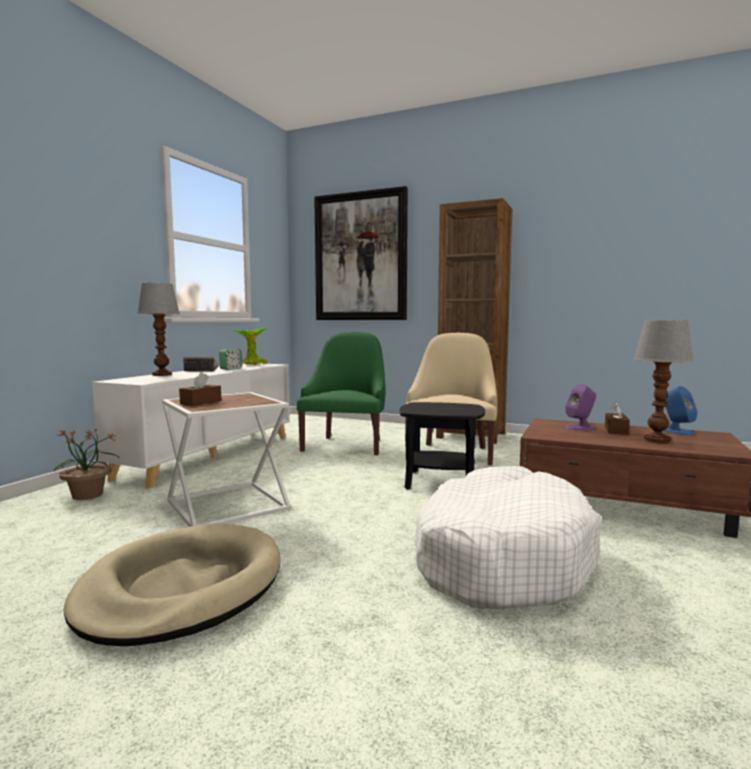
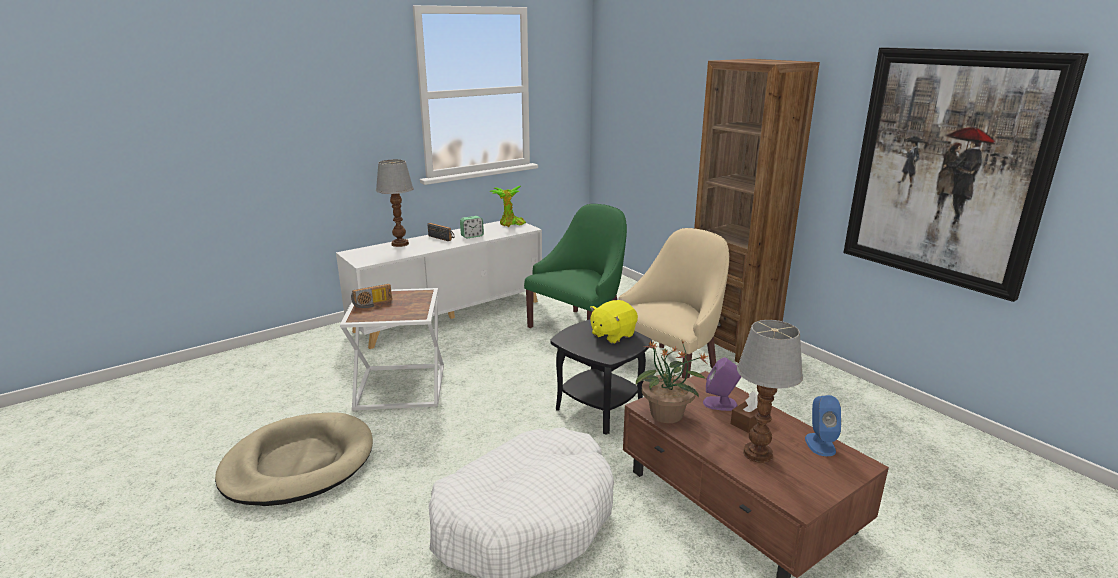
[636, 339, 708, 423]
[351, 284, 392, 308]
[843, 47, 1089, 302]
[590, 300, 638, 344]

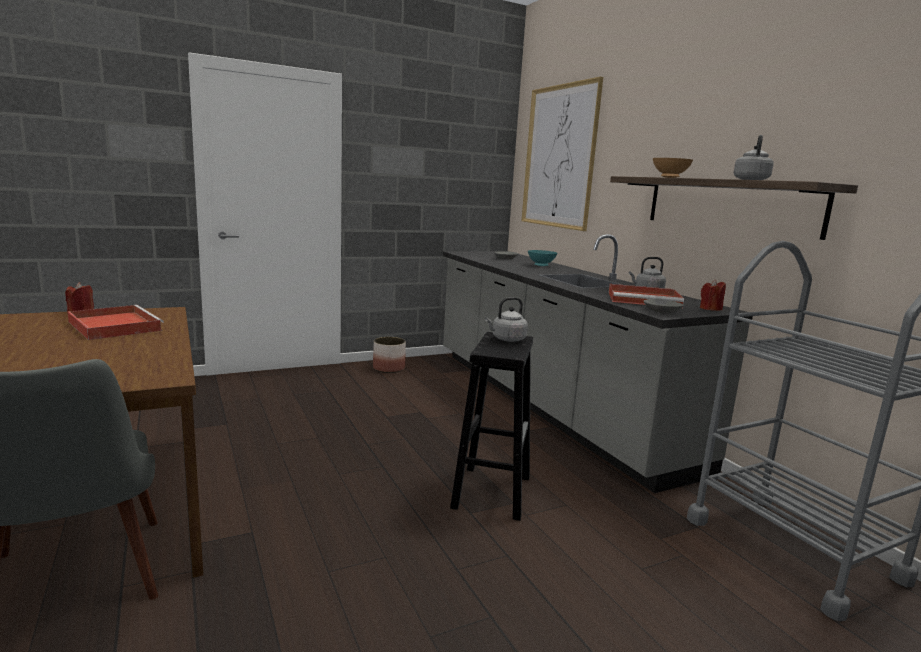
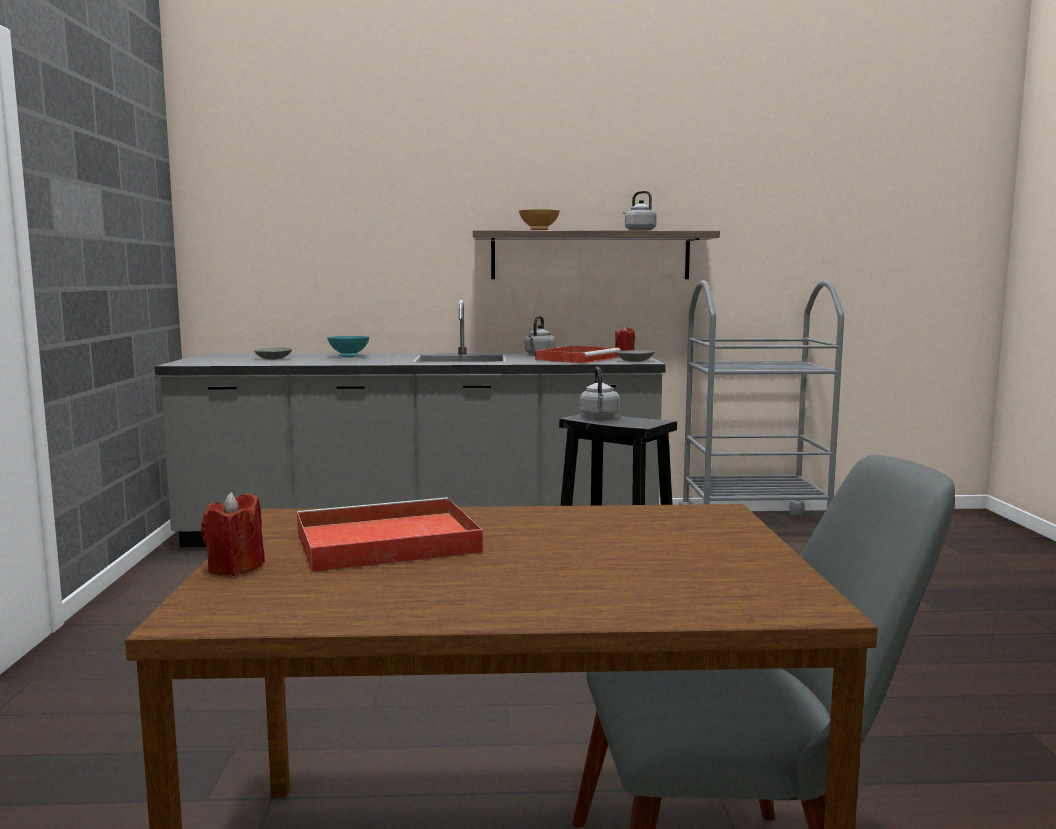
[373, 337, 406, 373] (first image)
[521, 77, 603, 231] (first image)

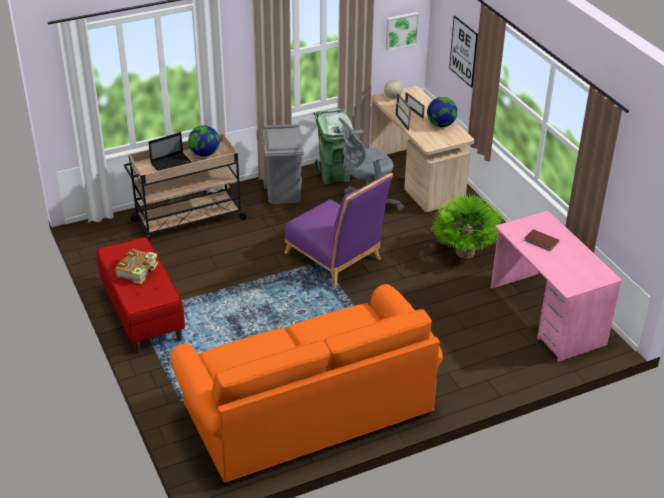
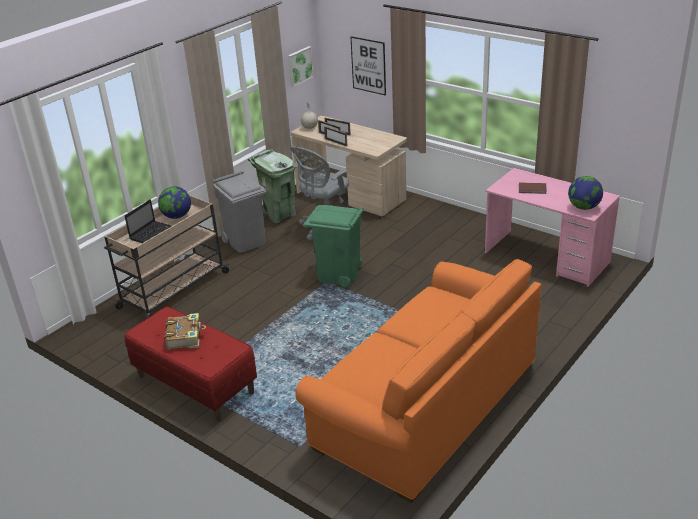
[303, 205, 364, 288]
[568, 176, 603, 210]
[432, 192, 505, 259] (first image)

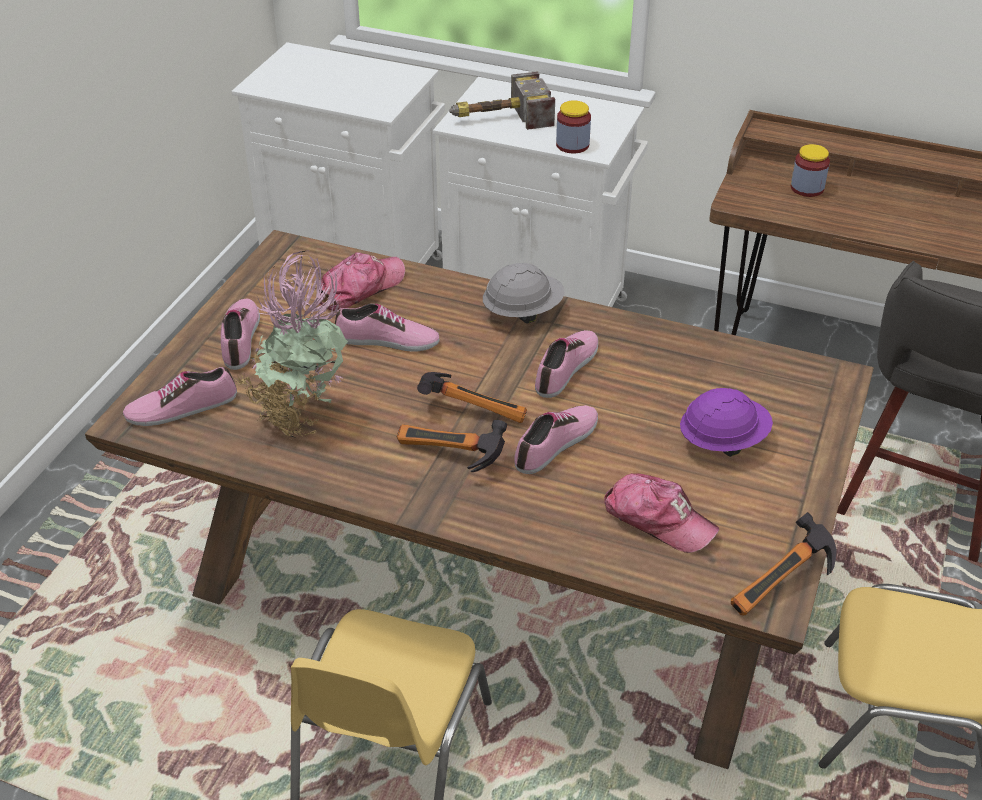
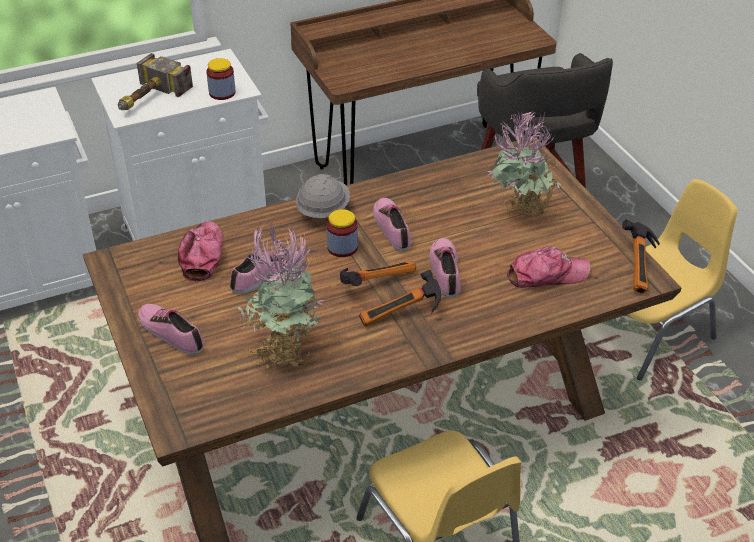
[123, 367, 237, 426] (first image)
[487, 111, 561, 221]
[326, 209, 358, 257]

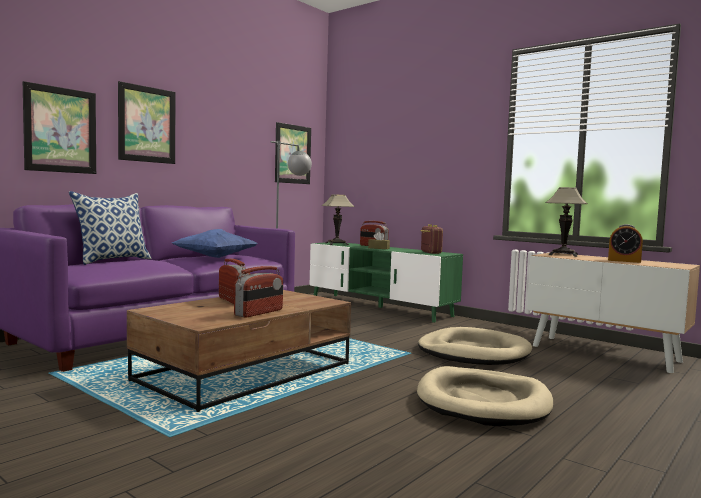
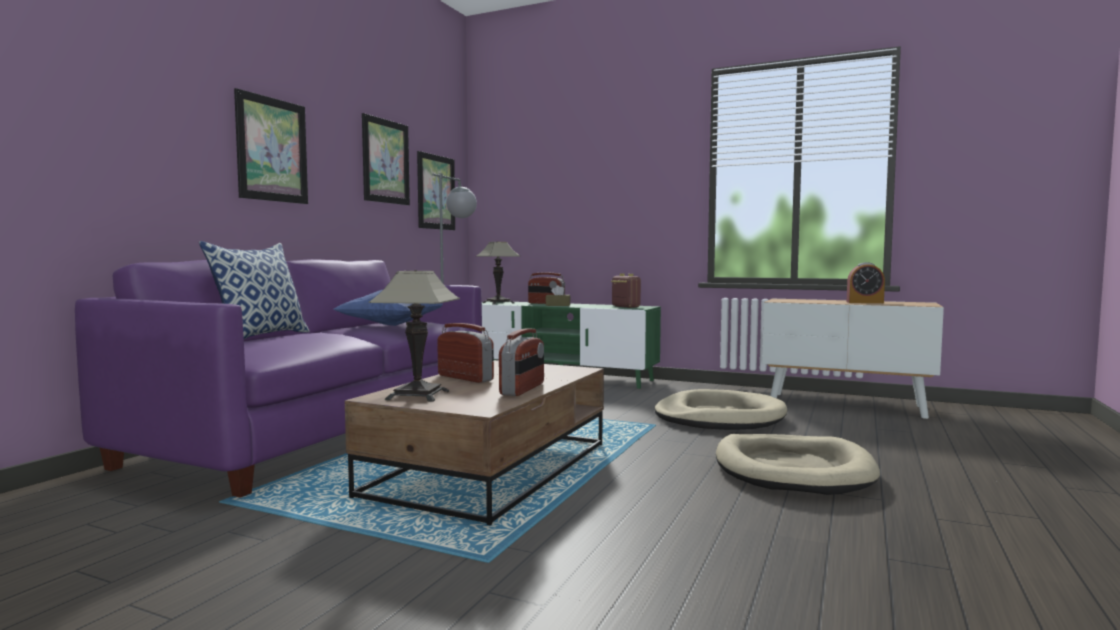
[362, 113, 410, 205]
[369, 270, 460, 402]

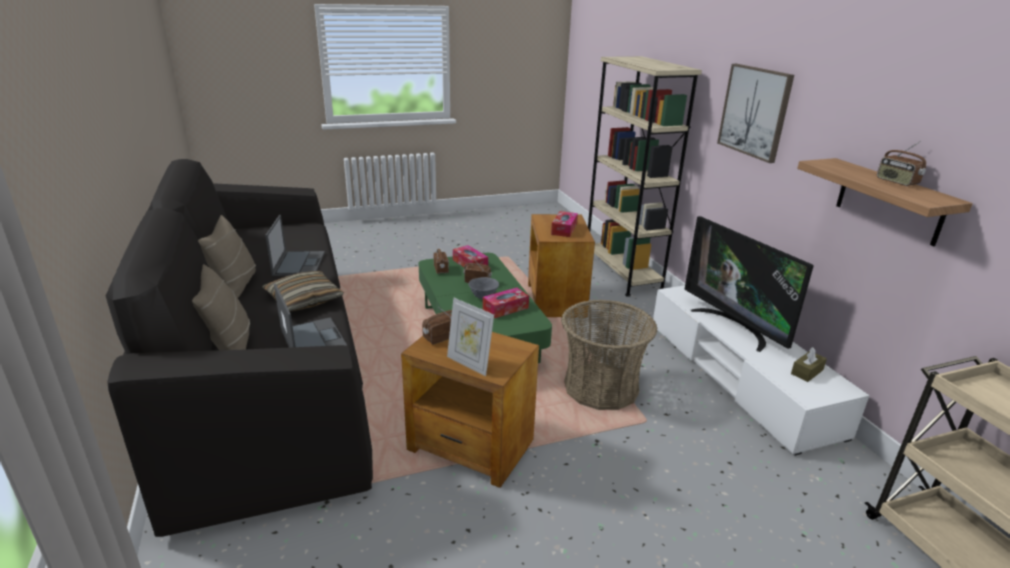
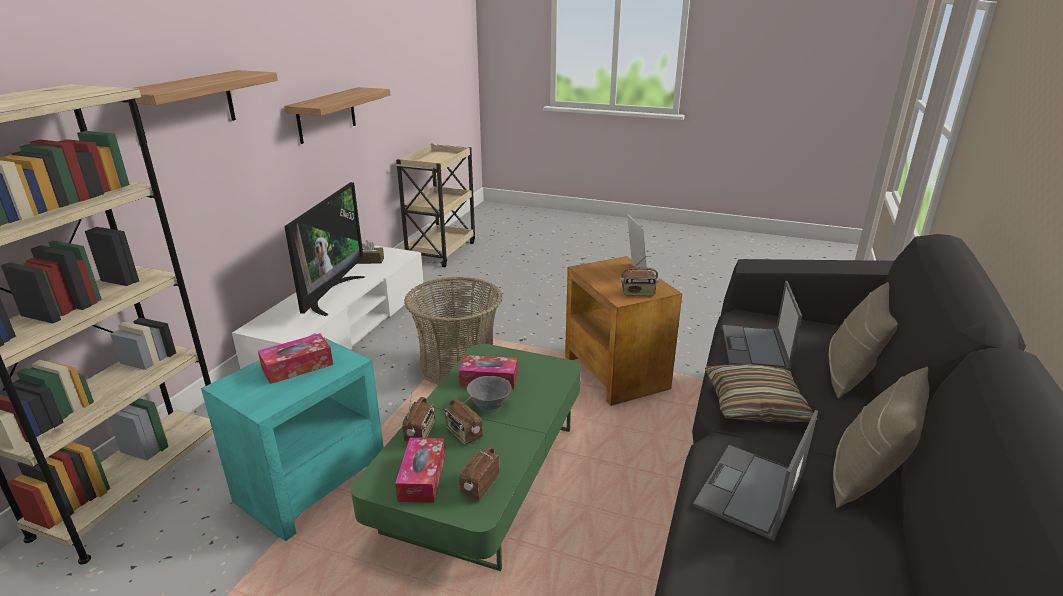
[201, 334, 384, 541]
[119, 70, 278, 142]
[402, 390, 435, 442]

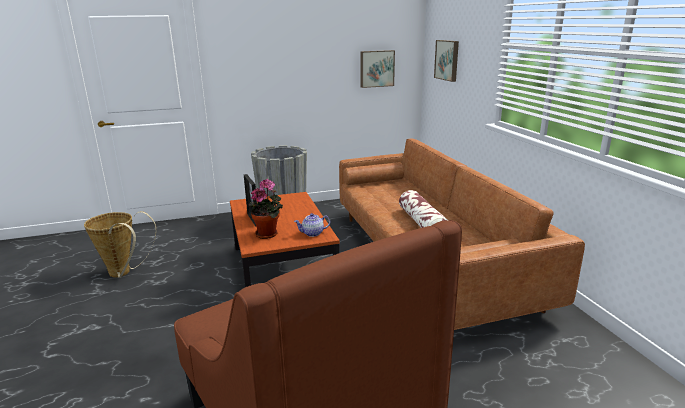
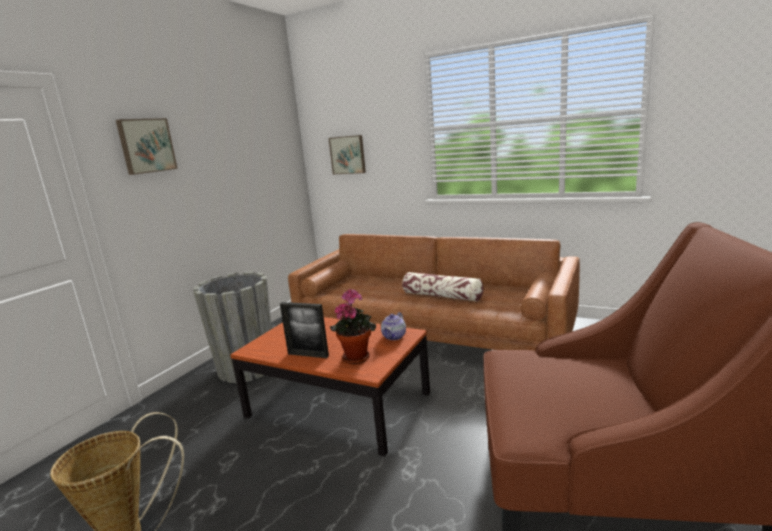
[116, 118, 178, 175]

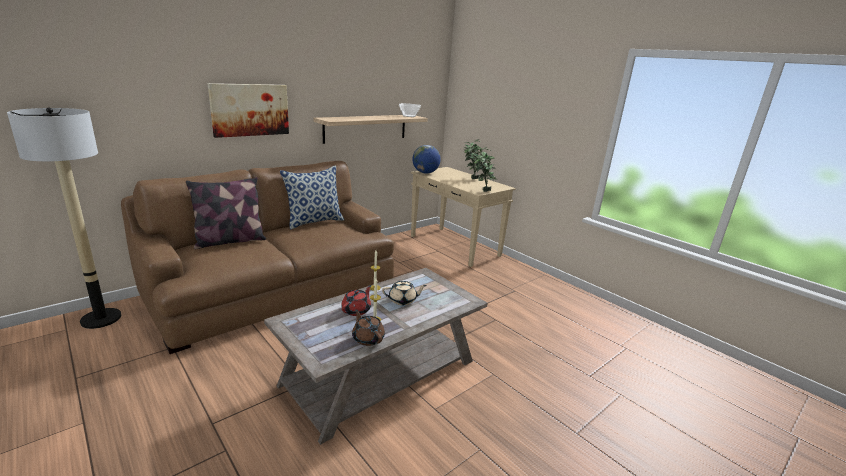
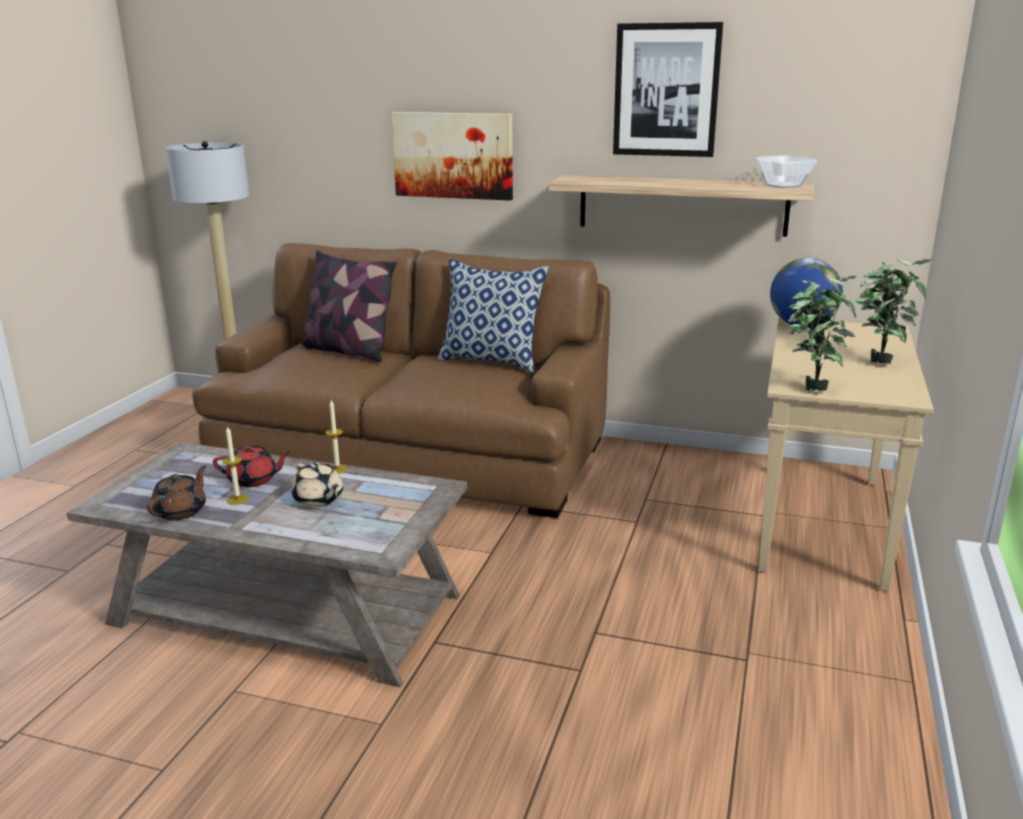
[613, 22, 723, 157]

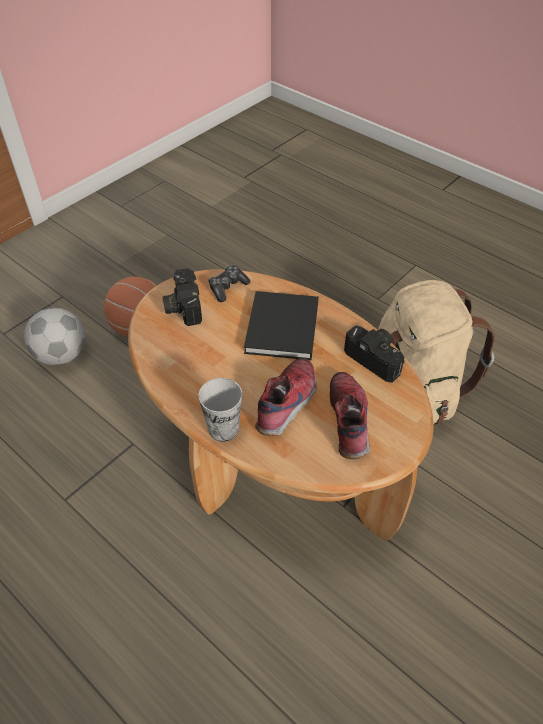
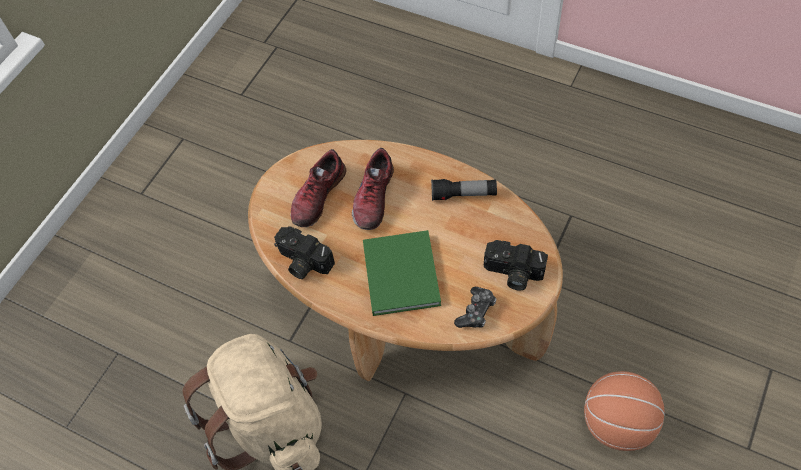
[24, 308, 85, 365] (first image)
[484, 240, 548, 291]
[199, 378, 242, 442] (first image)
[363, 230, 441, 316]
[291, 149, 346, 227]
[431, 179, 497, 201]

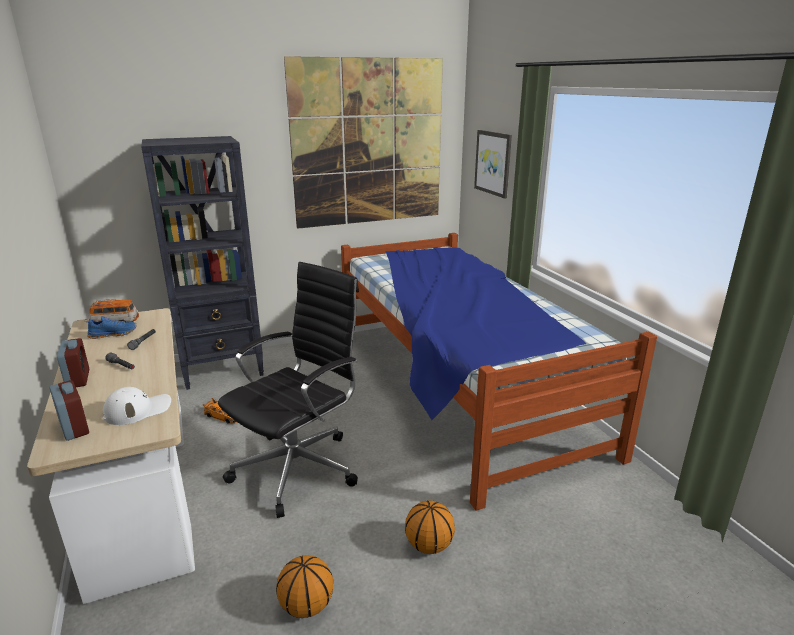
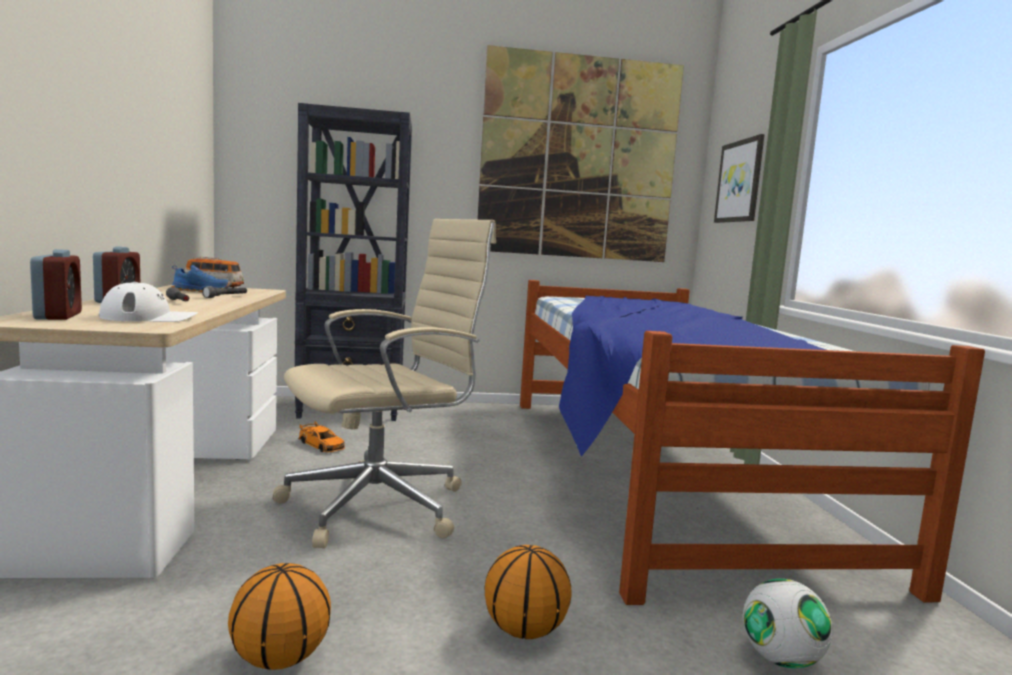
[273, 219, 496, 548]
[743, 579, 833, 668]

